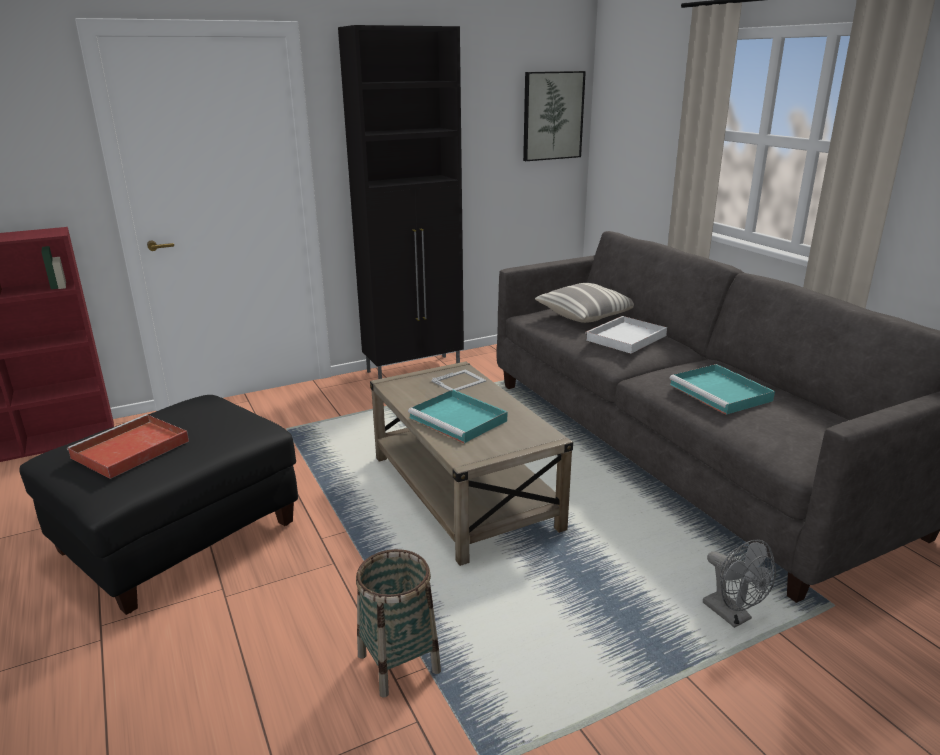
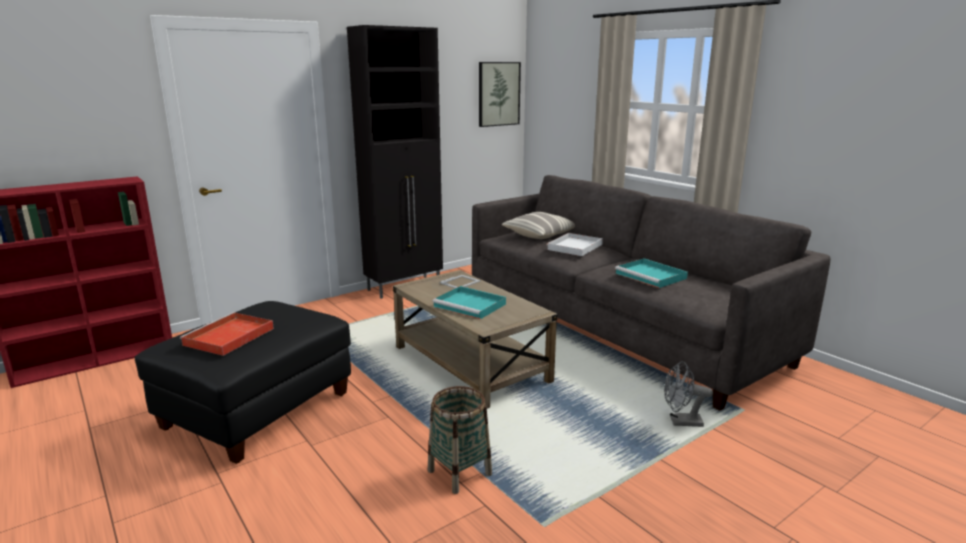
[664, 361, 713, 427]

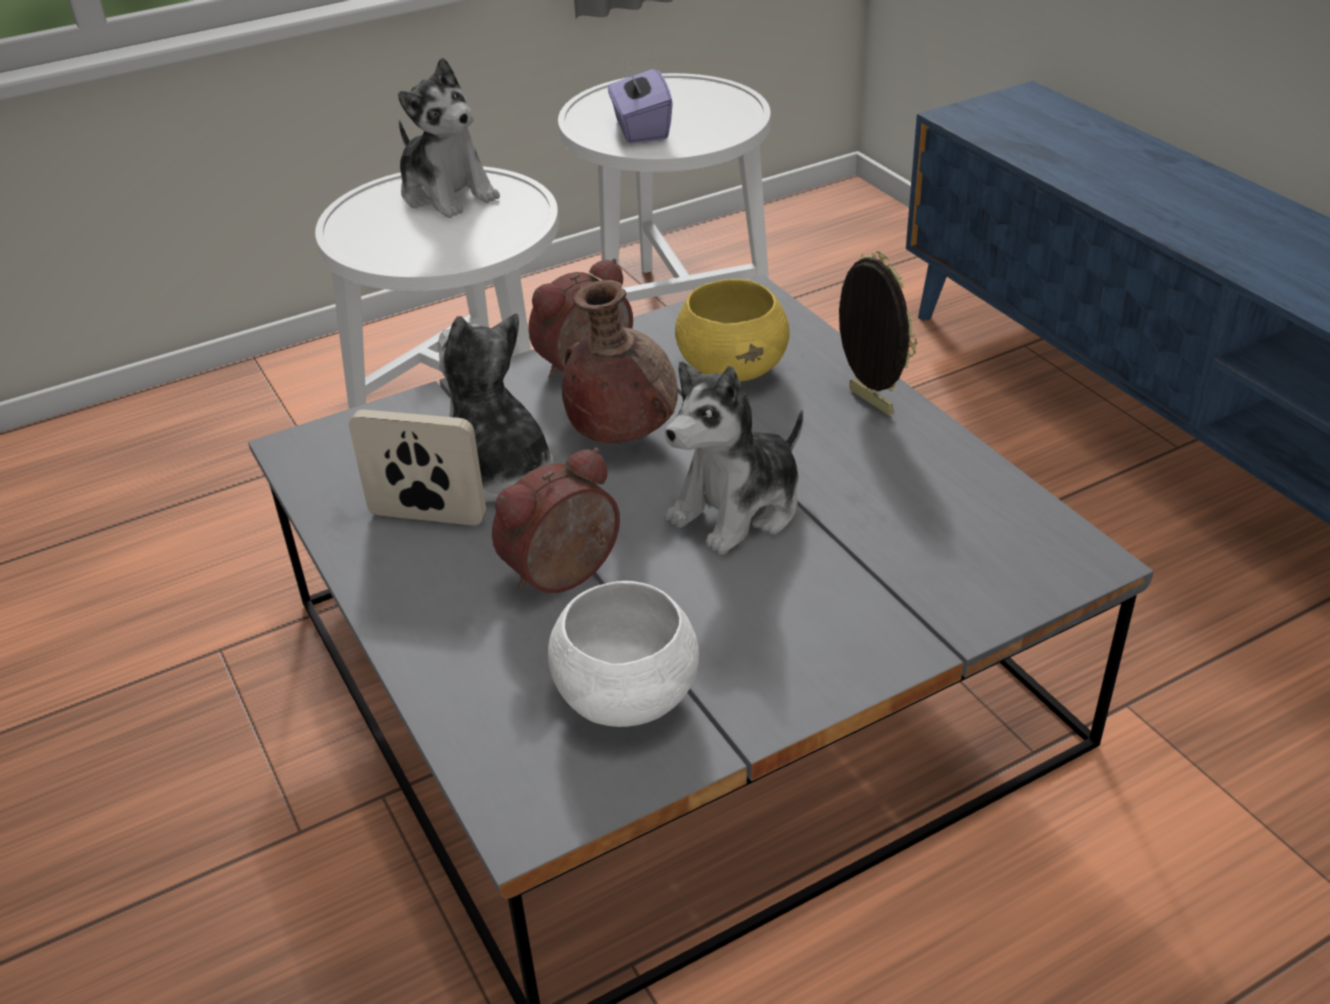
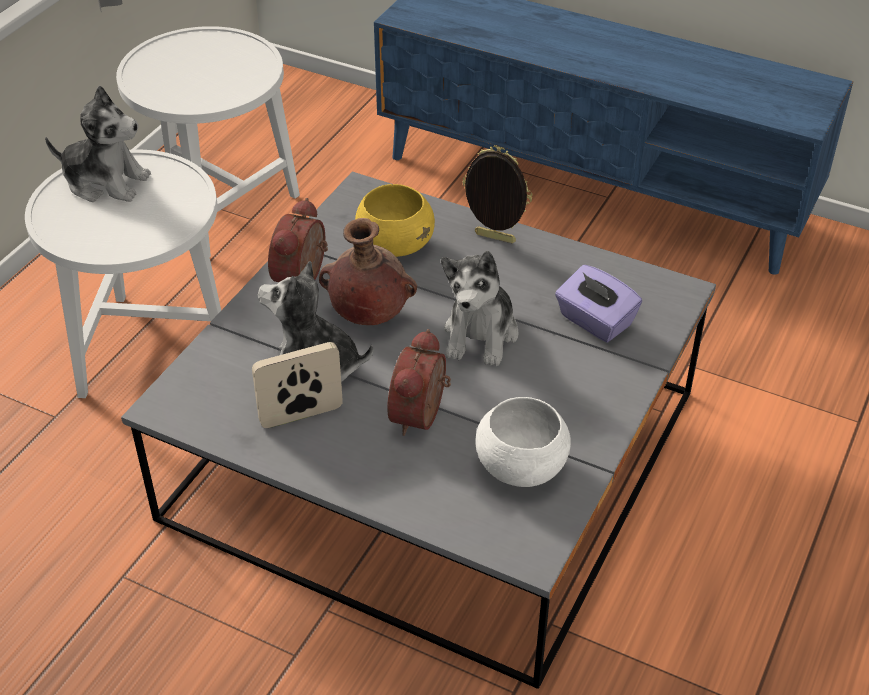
[555, 265, 642, 343]

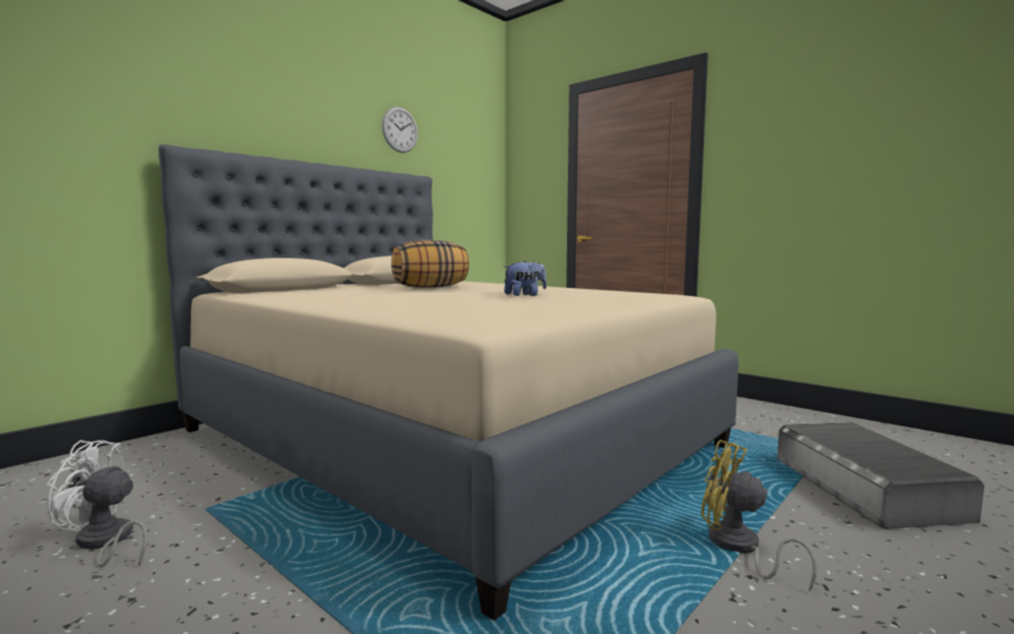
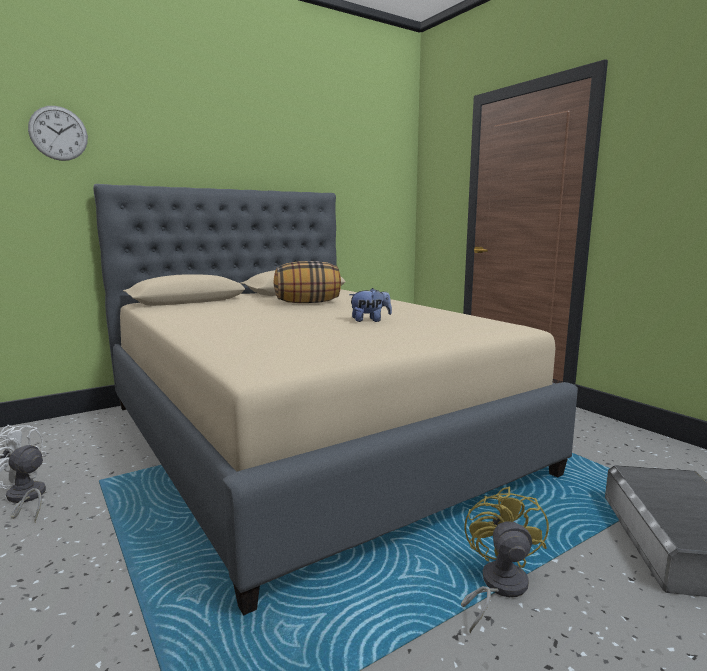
[28, 106, 88, 161]
[461, 487, 549, 633]

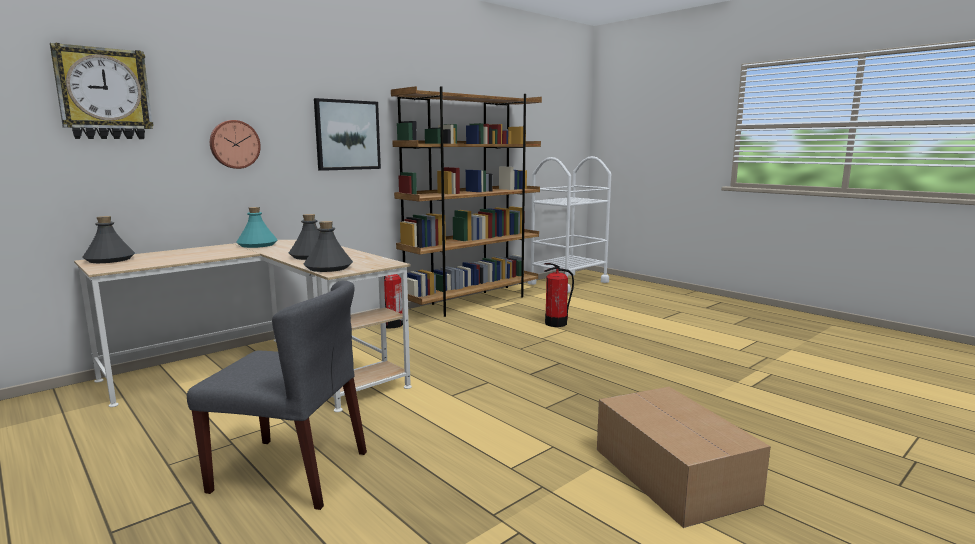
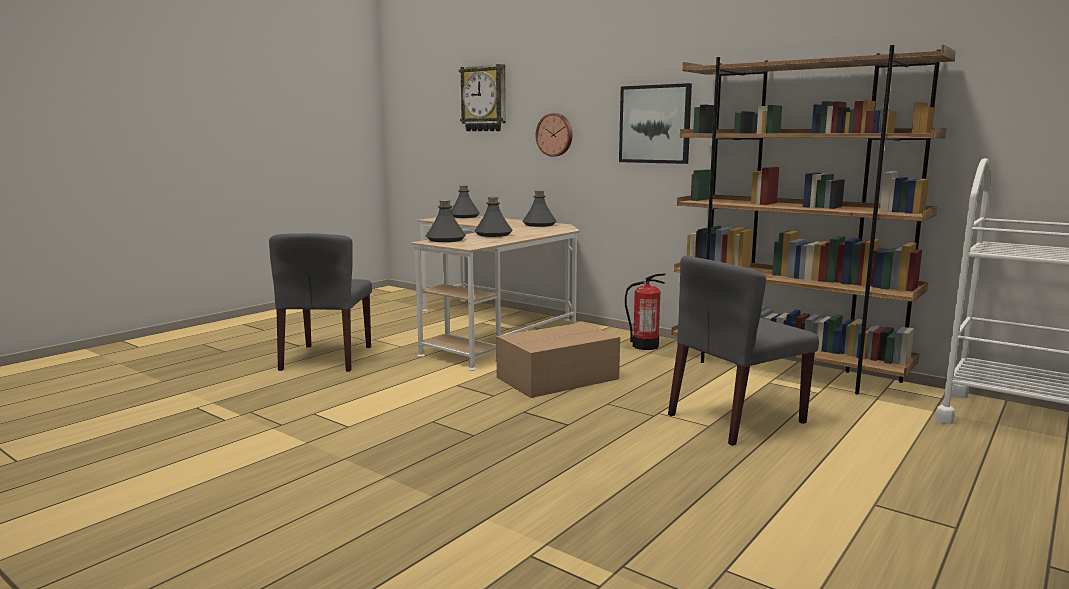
[522, 191, 557, 227]
[668, 256, 819, 446]
[496, 323, 620, 398]

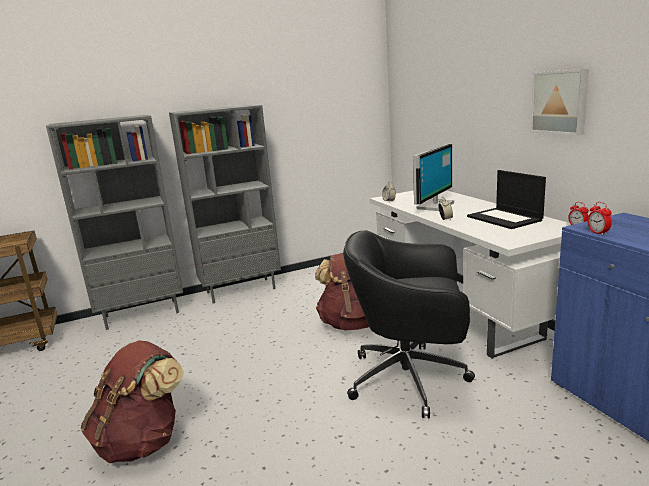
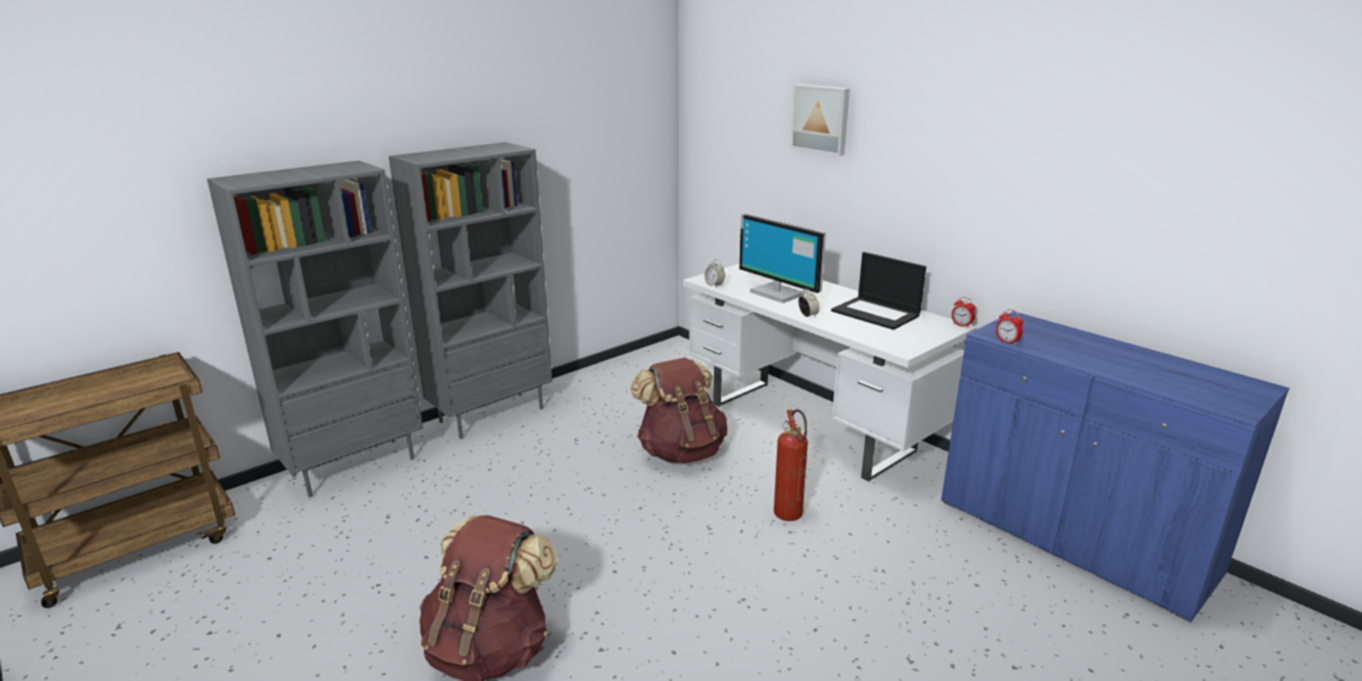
[774, 409, 808, 521]
[739, 213, 826, 303]
[790, 84, 850, 156]

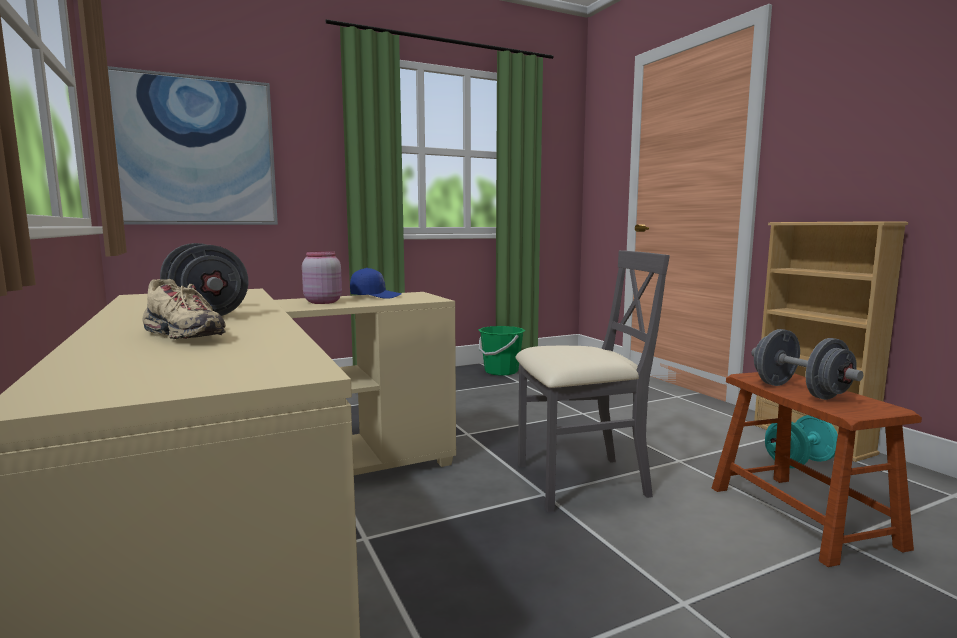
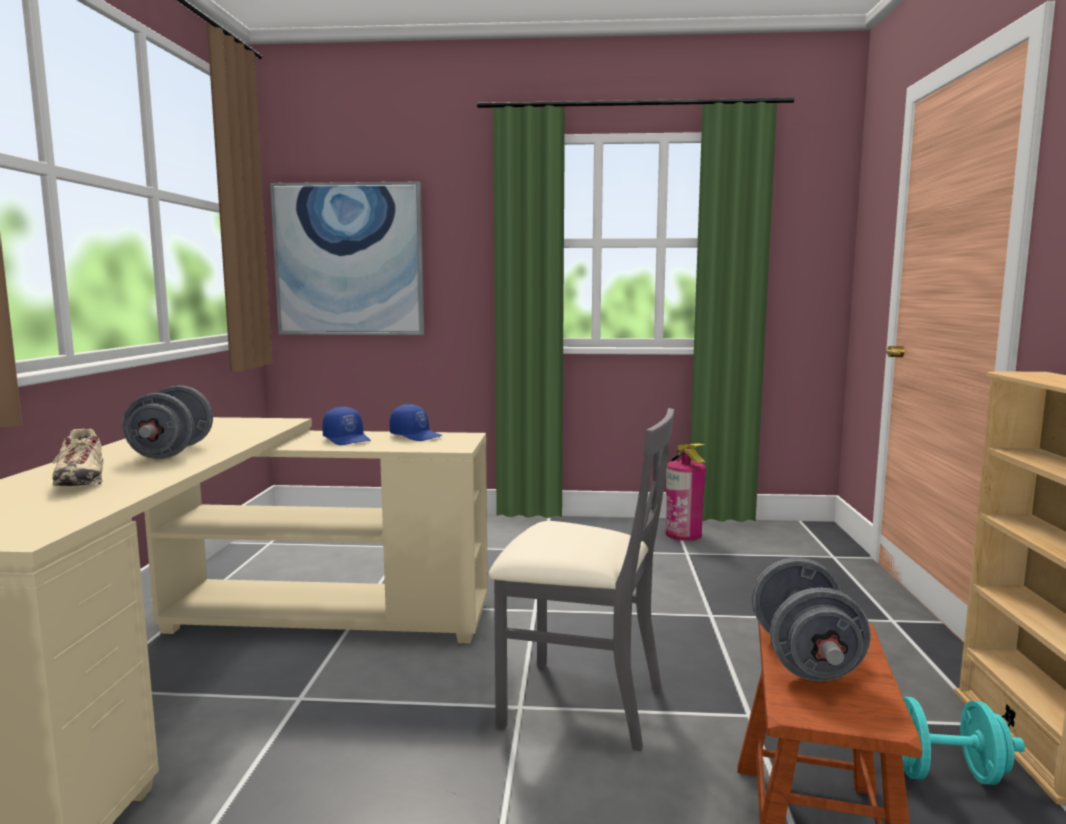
[322, 406, 371, 445]
[665, 443, 706, 541]

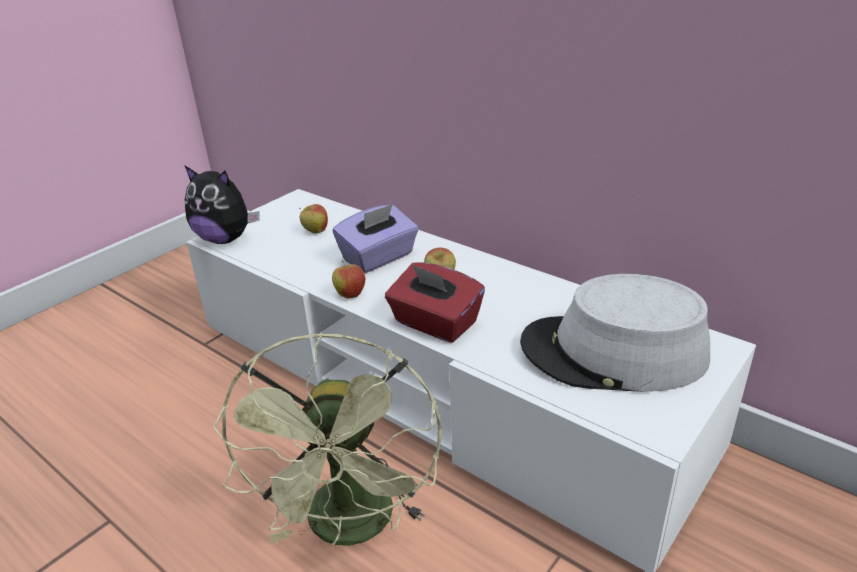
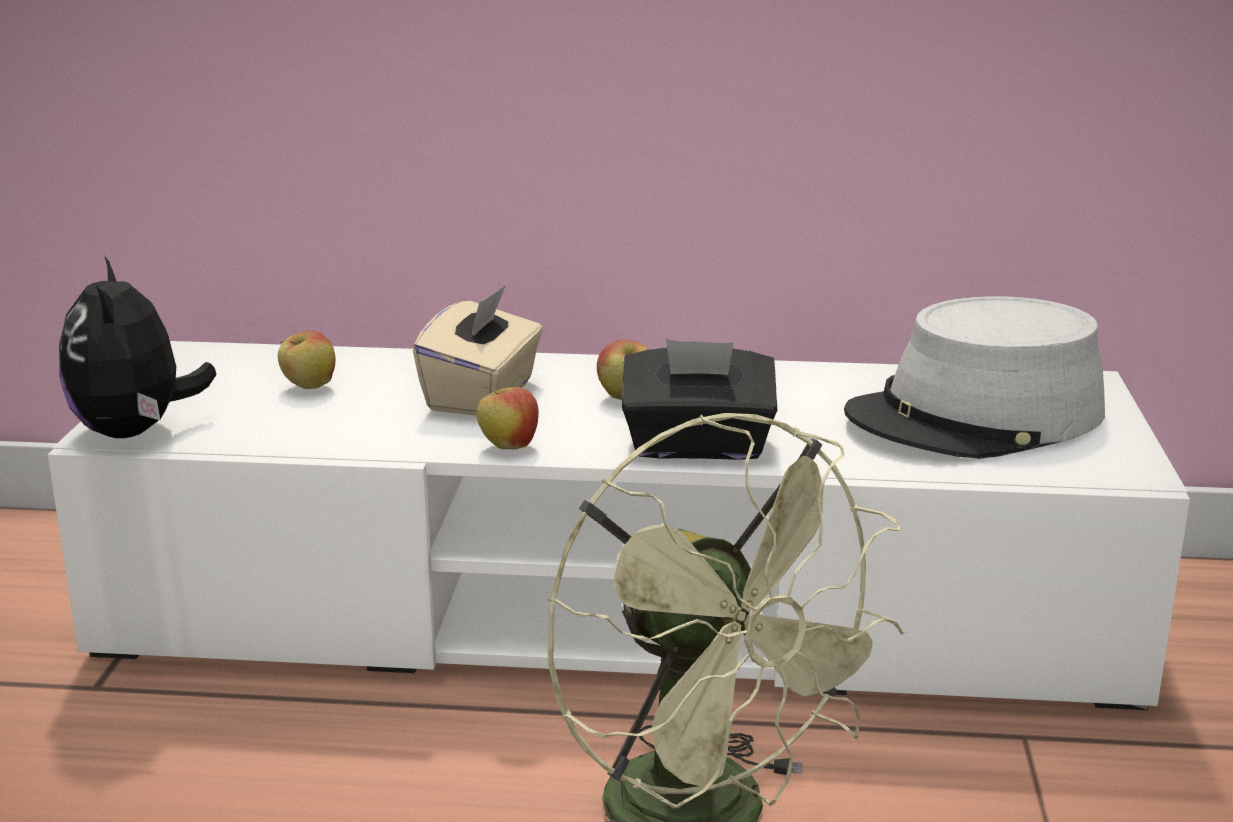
[59, 257, 217, 438]
[413, 285, 543, 416]
[622, 339, 777, 460]

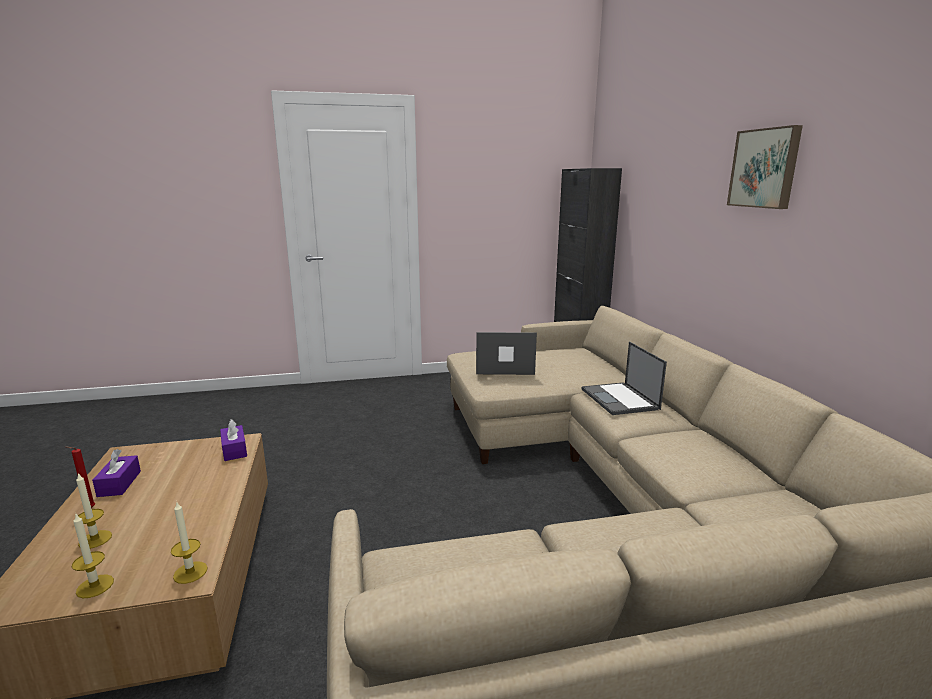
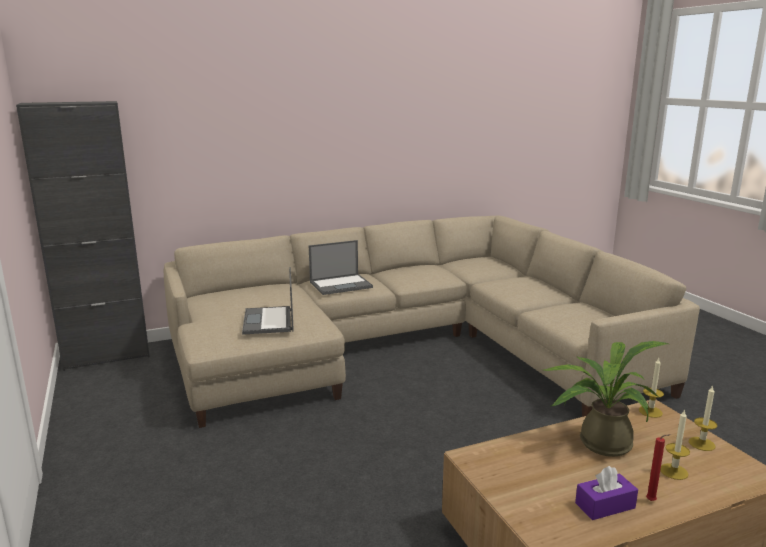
[220, 419, 247, 461] (first image)
[727, 125, 803, 209] (first image)
[543, 341, 668, 457]

